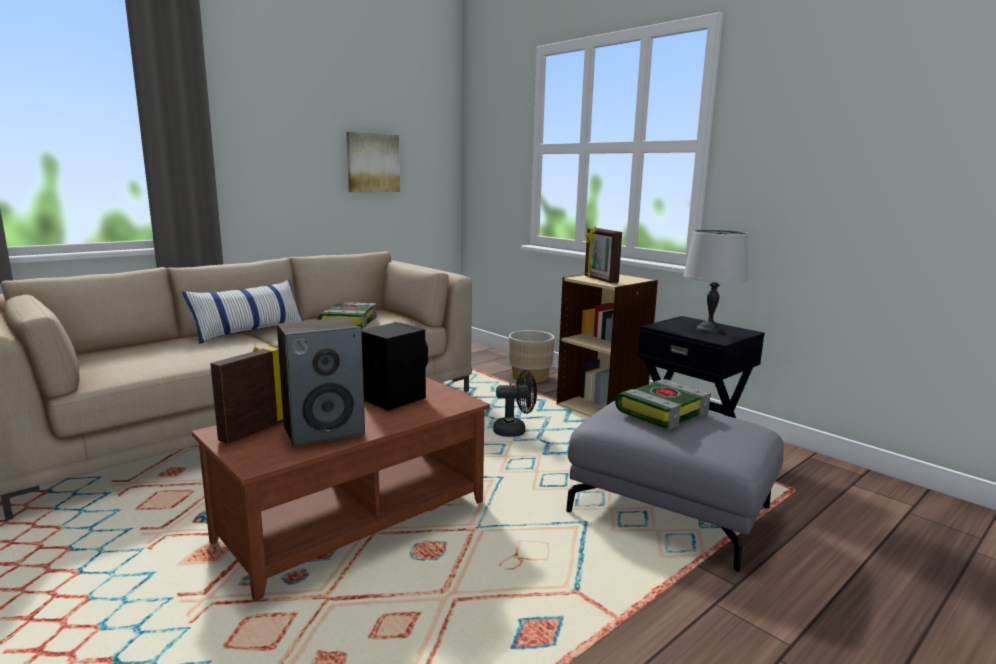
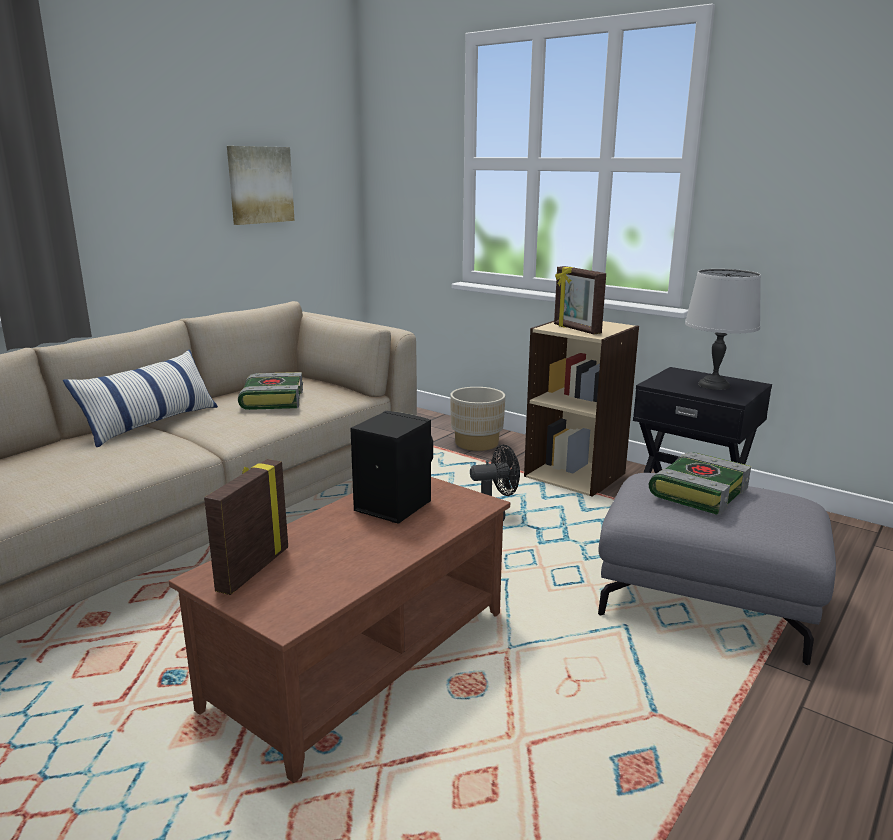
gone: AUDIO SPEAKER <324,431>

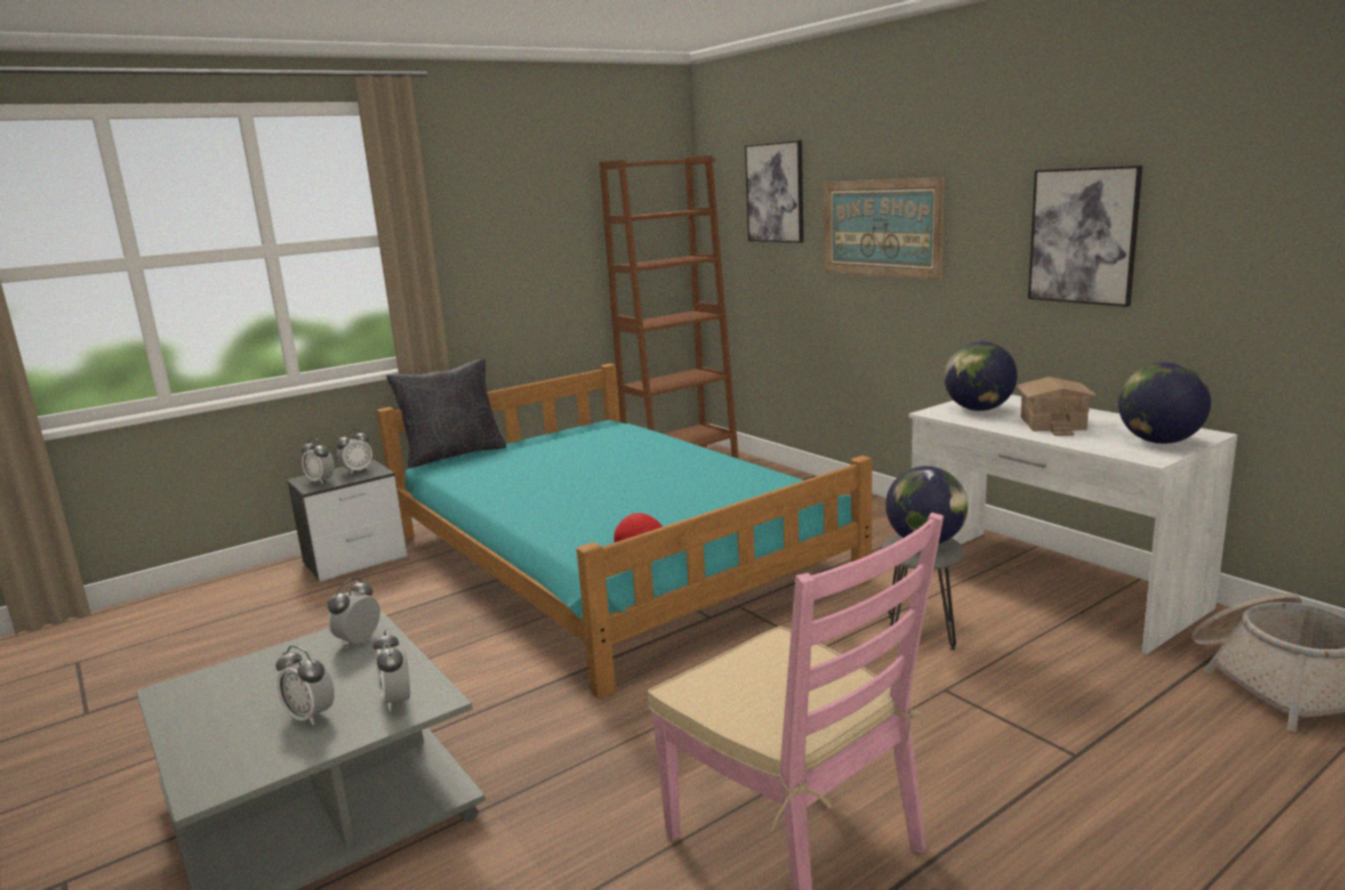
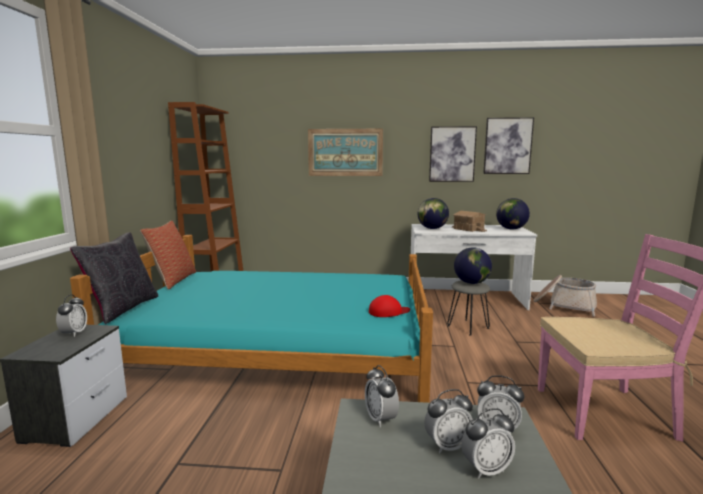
new: CUSHION <173,280>
shifted: ALARM CLOCK <321,481> to <447,446>; WALL ART <775,192> to <507,146>

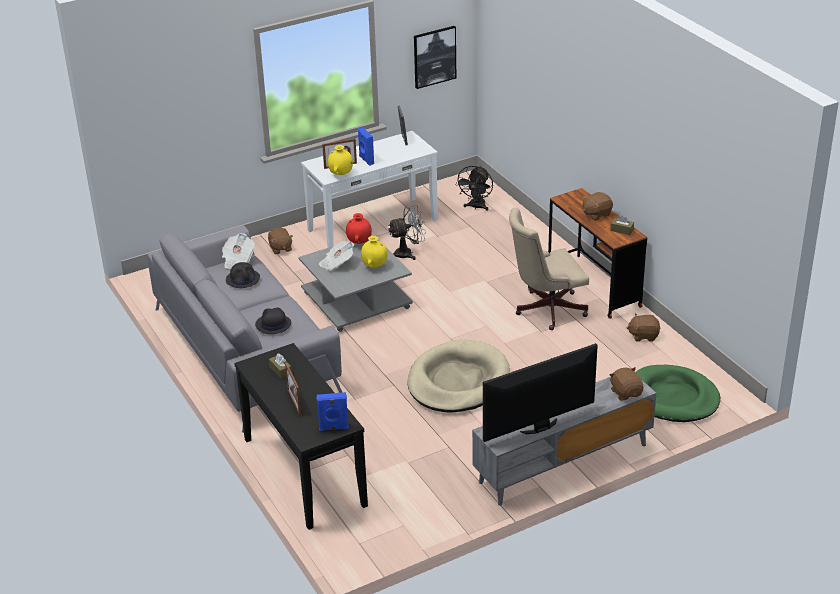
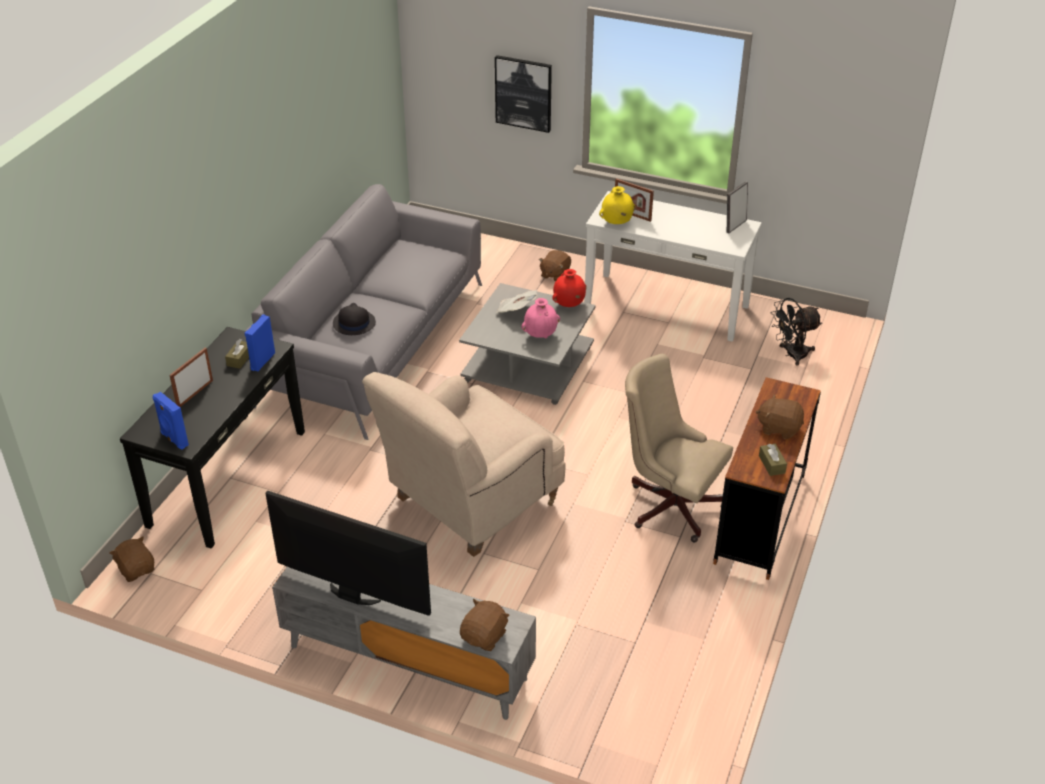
gone: PRINTED PAPER <238,260>; BLACK CLOTHING HAT <243,279>; GREY FAN <408,253>; GREEN DOG CUSHION <673,397>
shifted: BLUE AUDIO SPEAKER <366,160> to <262,361>; WALL ART <434,56> to <523,93>; BROWN PLUSH TOY <643,335> to <137,569>
swapped: SAND-COLOURED DOG CUSHION <458,381> to SAND-COLOURED EASY CHAIR <470,505>
repainted: YELLOW DECORATIVE VASE <374,266> to PINK-COLOURED DECORATIVE VASE <541,335>

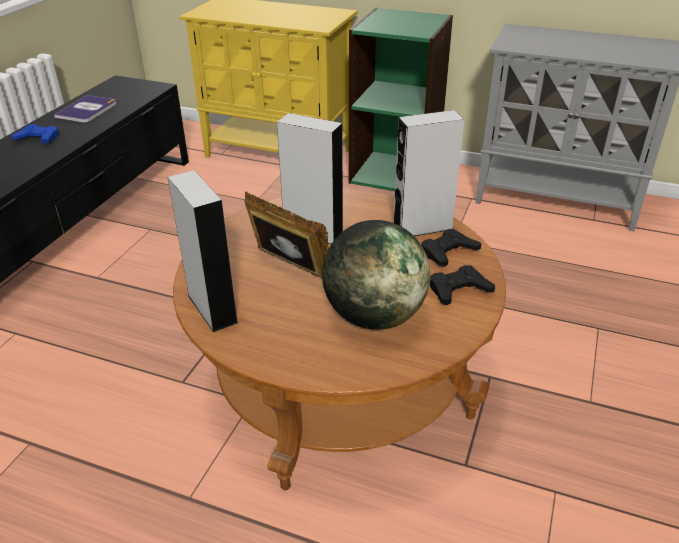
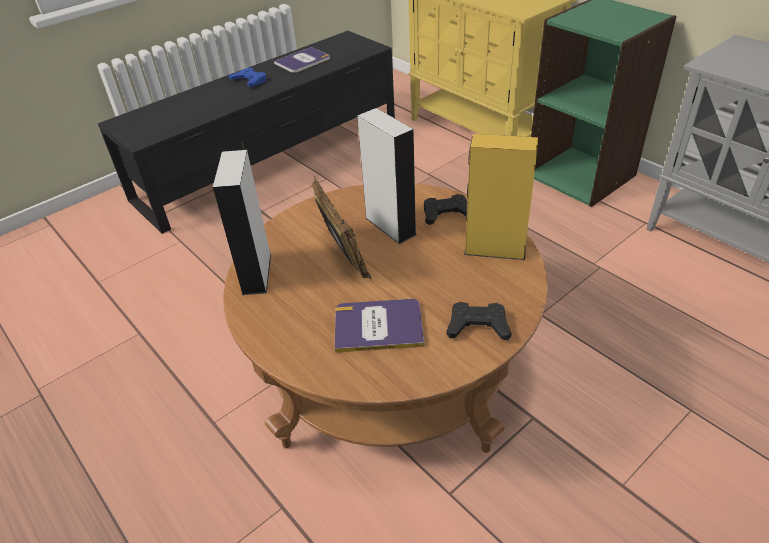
shifted: BLACK GAMEPAD <448,252> to <447,214>
swapped: GLOBE <374,316> to BOUND BOOK <378,326>
repainted: GREY AUDIO SPEAKER <422,228> to YELLOW AUDIO SPEAKER <495,249>

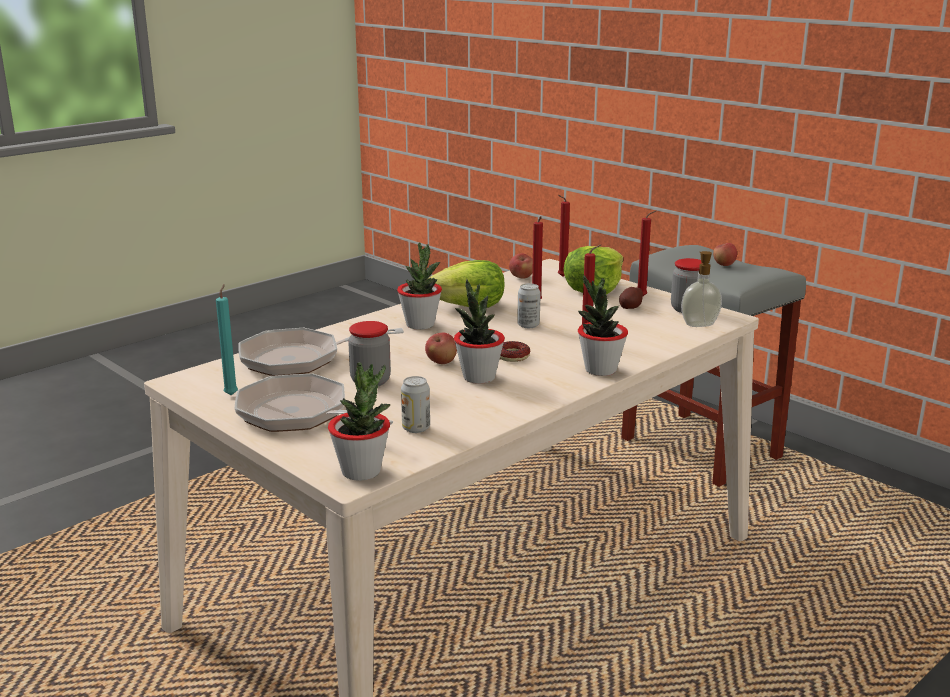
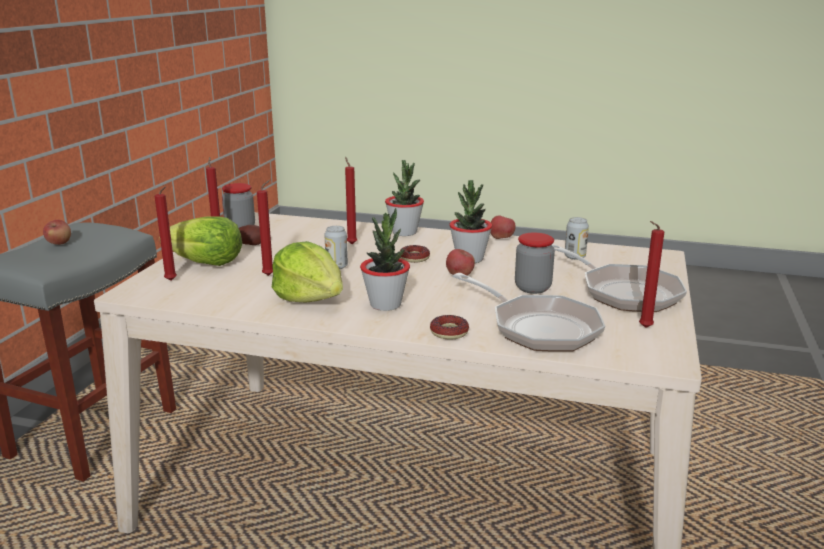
gone: HOUSEPLANT <361,471>; LIQUID SOAP BOTTLE <699,324>
new: RING DOUGHNUT <449,332>
shifted: APPLE FRUIT <521,277> to <501,238>
repainted: BLUE-GREEN CANDLE <232,394> to RED CANDLE <643,328>
rotated: PAN <300,415> = <623,292> 45 degrees counterclockwise

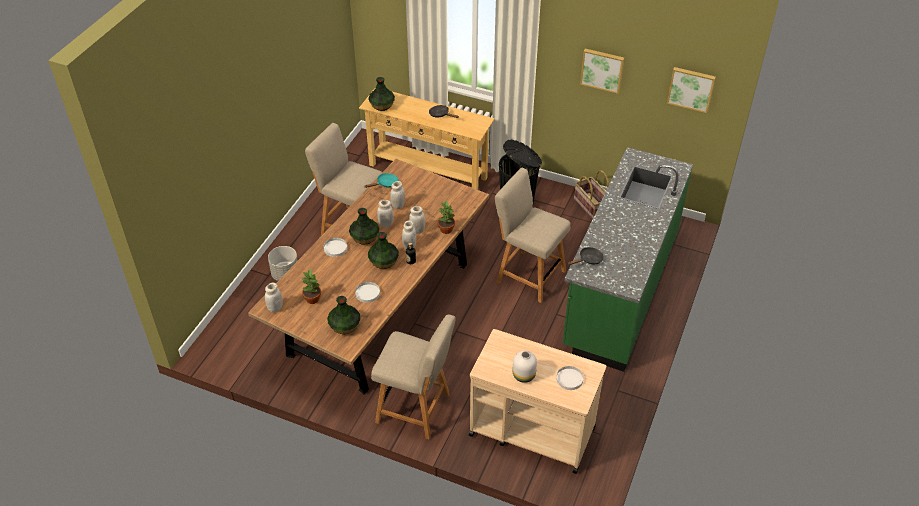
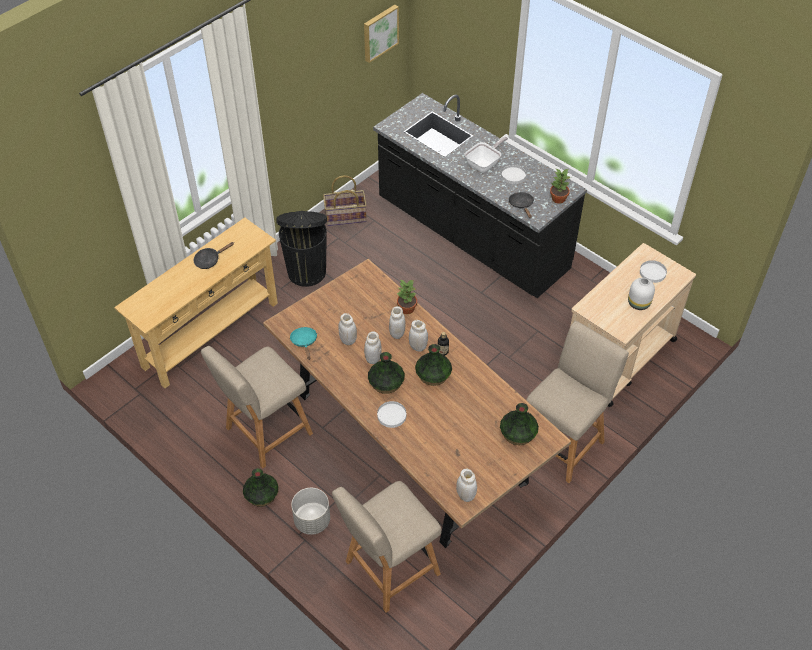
gone: WALL ART <602,69>
new: PAN <485,164>
shifted: HOUSEPLANT <312,298> to <558,198>; WHITE FLAT DISH <367,293> to <513,175>; DECORATIVE VASE <382,105> to <261,495>; SAND-COLOURED CHAIR <528,275> to <388,570>
repainted: GREEN KITCHEN BASE UNIT <619,291> to BLACK KITCHEN BASE UNIT <471,236>

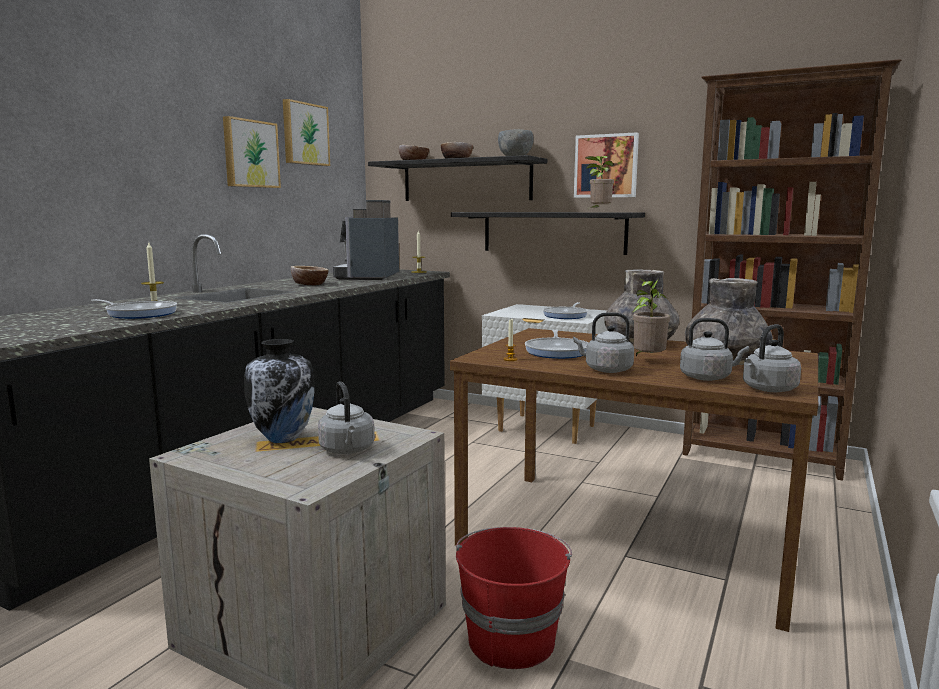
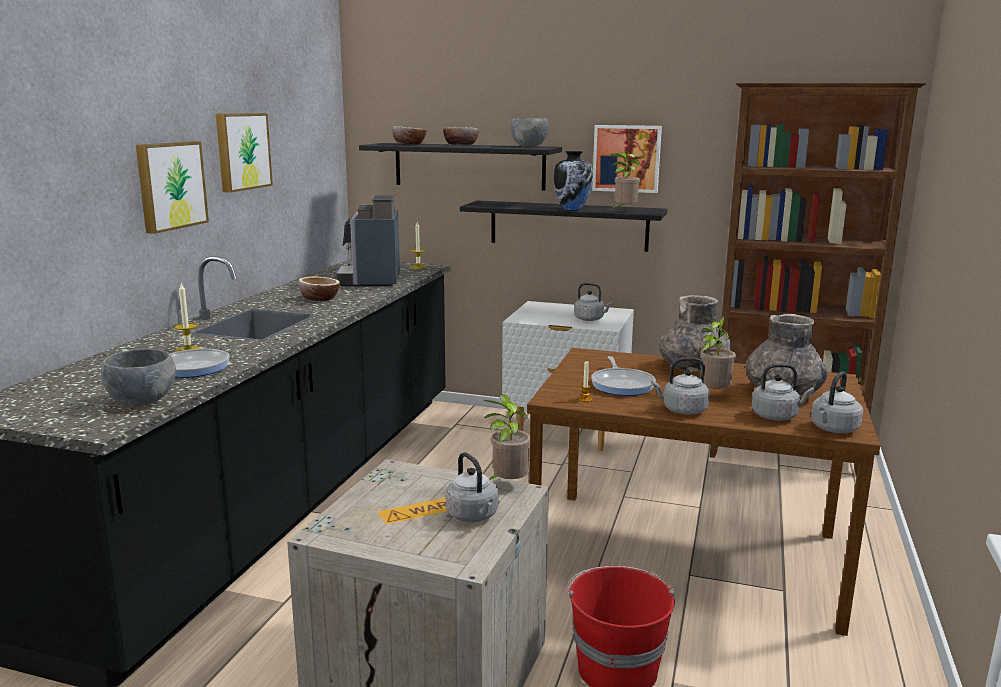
new: GREY SERVING BOWL <142,401>; HOUSEPLANT <507,484>
shifted: DECORATIVE VASE <284,438> to <572,209>; WALL ART <304,134> to <170,185>
swapped: PAN <566,315> to GREY WATER KETTLE <590,319>

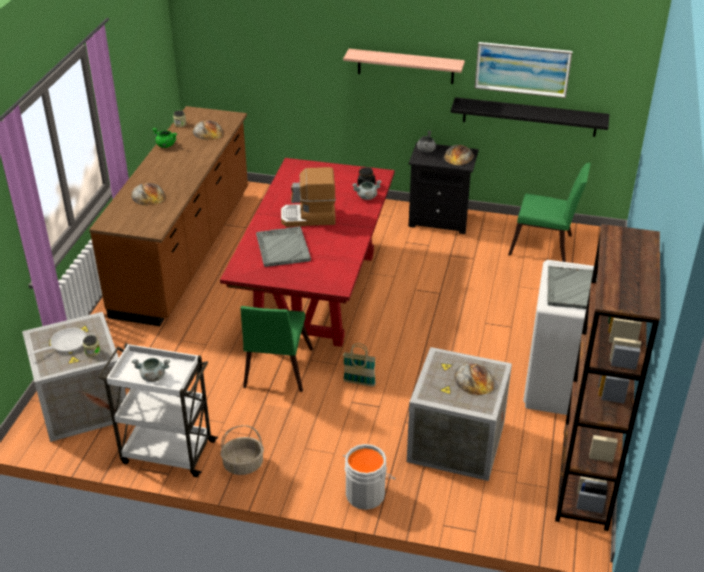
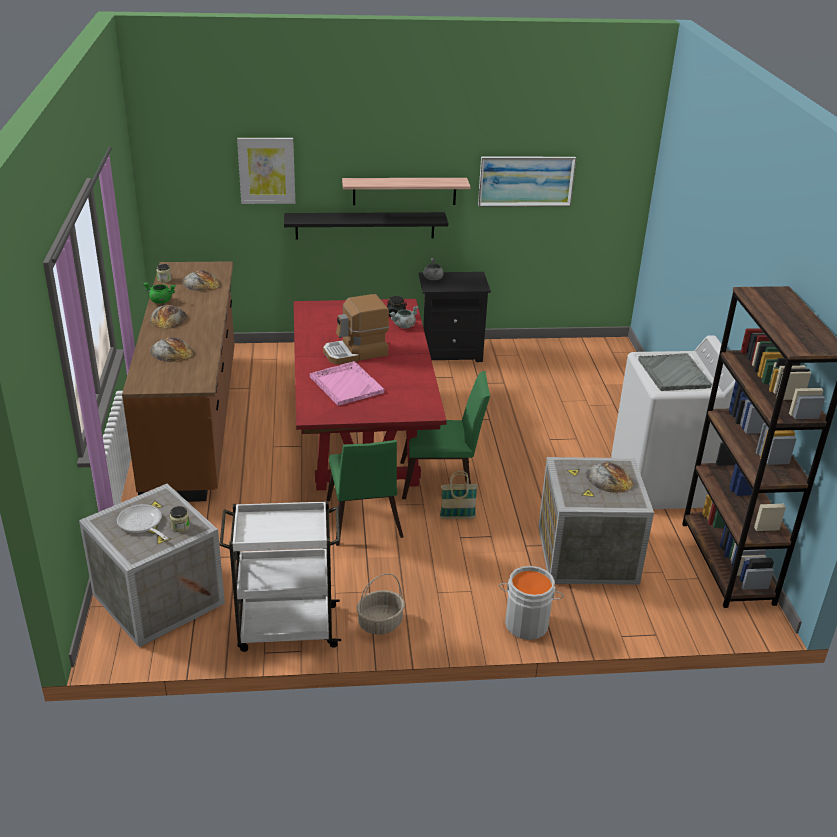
gone: GREY STOCKPOT <153,377>
new: WALL ART <266,170>
shifted: BAKERY BREAD <459,156> to <168,318>; BLACK WALL SHELF <529,117> to <365,225>; GREEN CHAIR <545,247> to <442,481>
repainted: GREY CARRYING TRAY <283,247> to PINK-COLOURED CARRYING TRAY <346,384>
rotated: PAN <65,344> = <142,524> 75 degrees counterclockwise

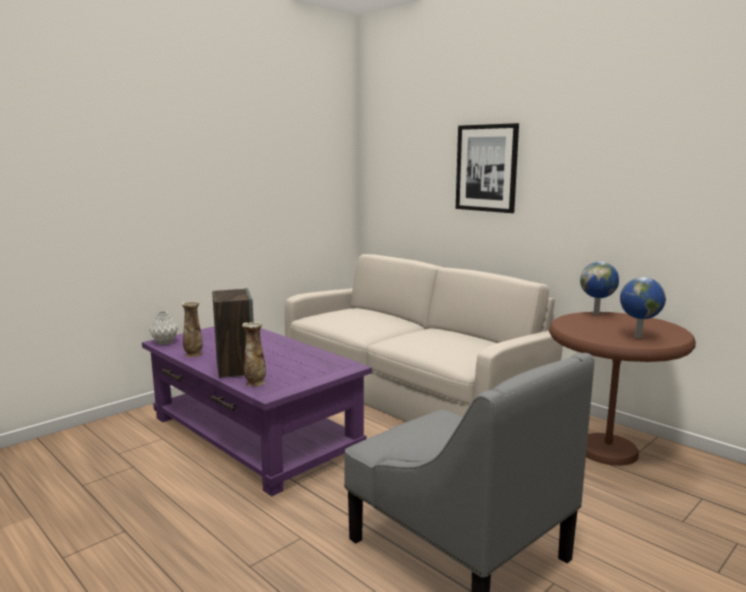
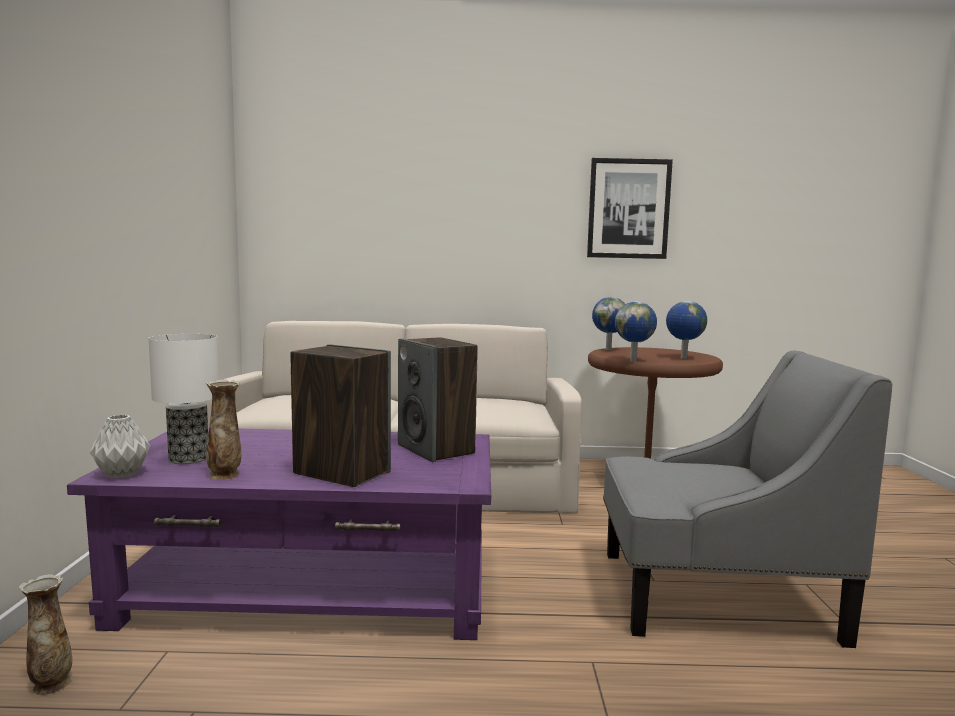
new: TABLETOP LAMP <190,458>; AUDIO SPEAKER <436,449>; GLOBE <634,361>
shifted: DECORATIVE VASE <255,383> to <51,684>; WALL ART <486,168> to <628,209>

